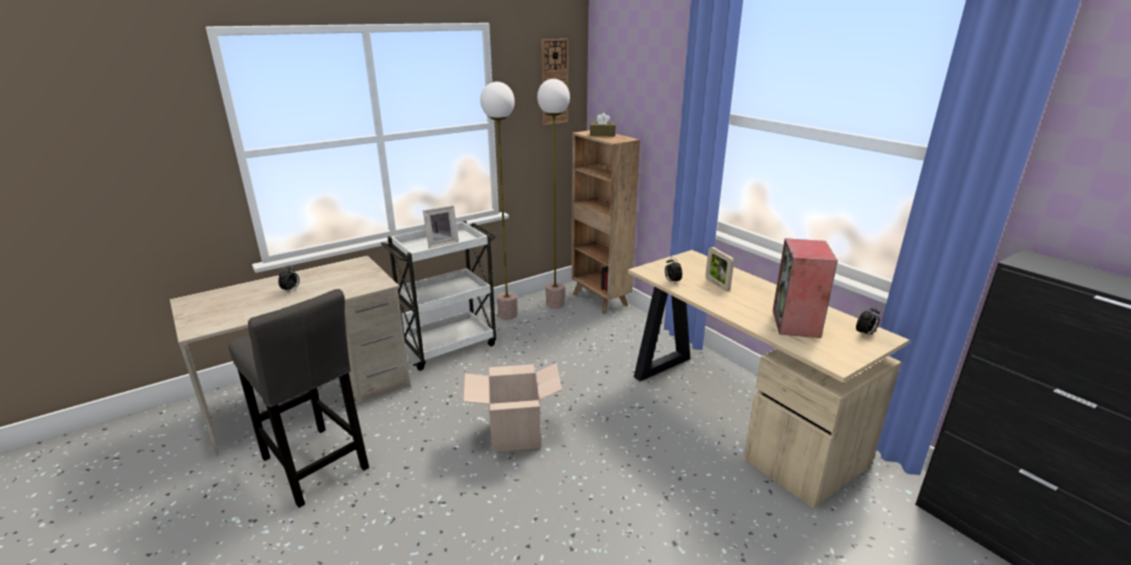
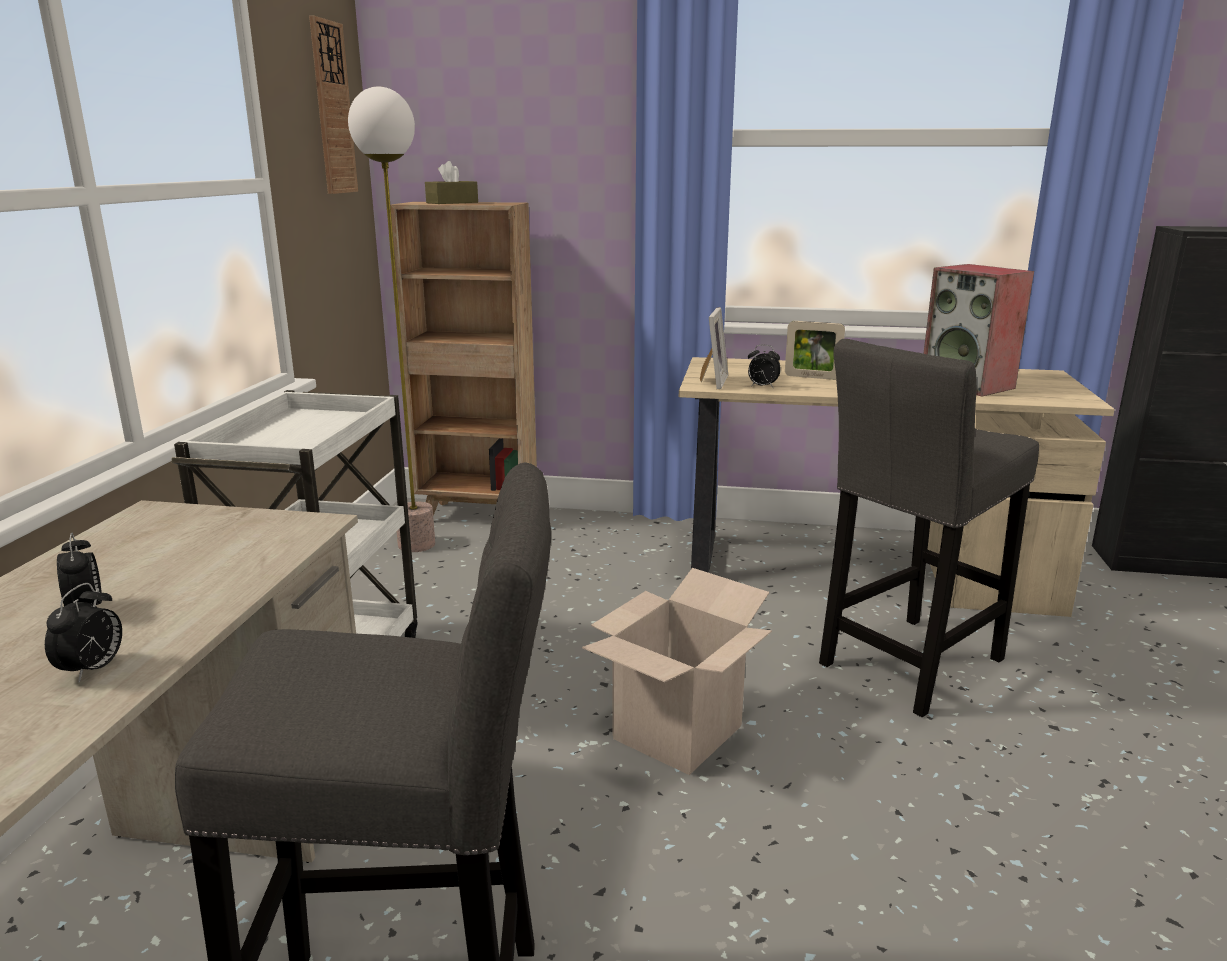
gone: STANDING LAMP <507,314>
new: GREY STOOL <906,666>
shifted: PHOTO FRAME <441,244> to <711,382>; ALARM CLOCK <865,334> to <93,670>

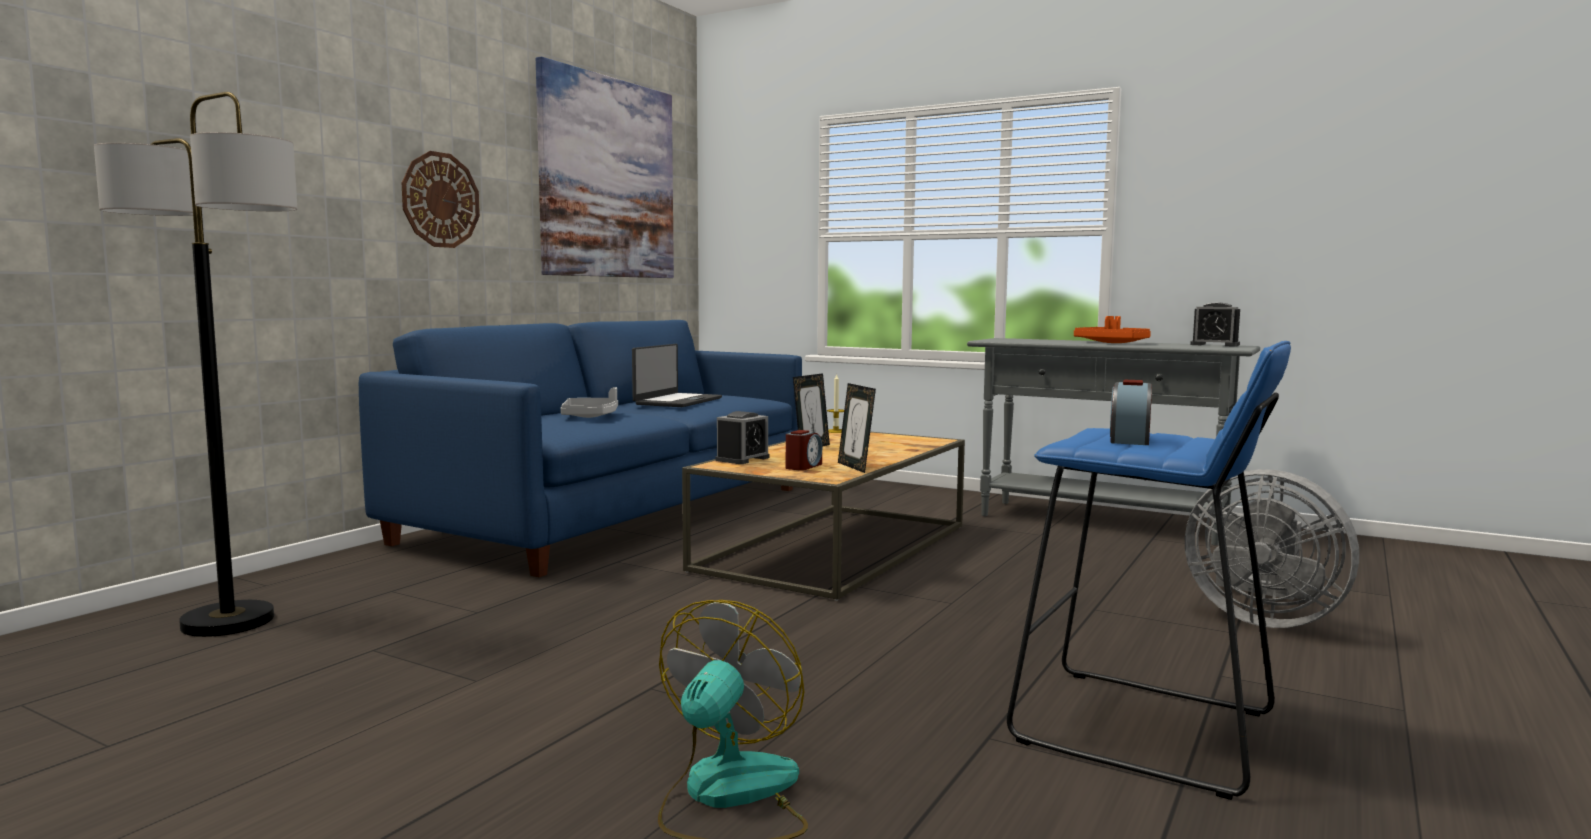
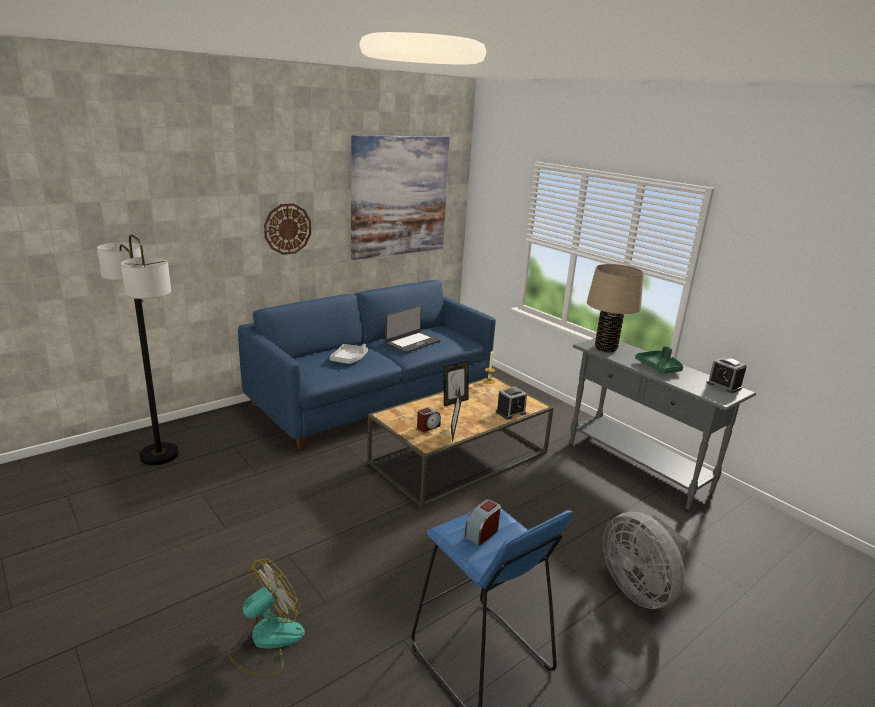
new: SAND-COLOURED TABLETOP LAMP <605,348>
shifted: ALARM CLOCK <742,459> to <510,412>
repainted: ORANGEY CARRYING TRAY <1112,343> to GREEN CARRYING TRAY <659,367>

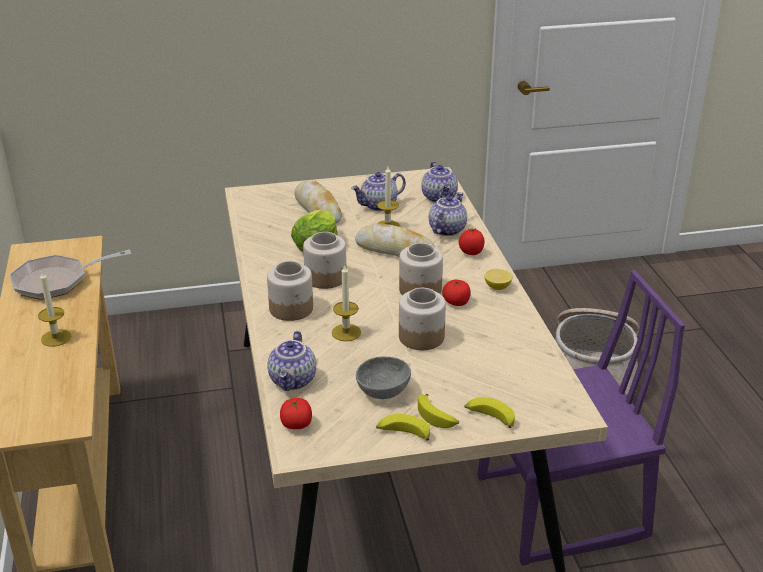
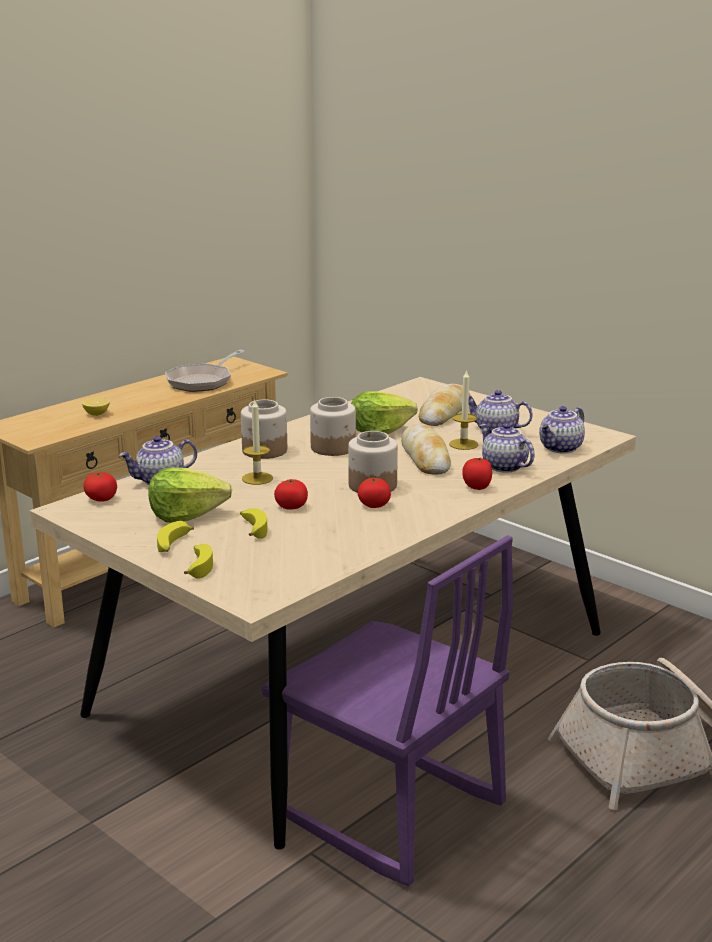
gone: CANDLE <56,338>
shifted: BANANA FRUIT <403,434> to <252,529>; LEMON <497,287> to <96,414>
swapped: GREY SERVING BOWL <382,391> to LETTUCE <186,514>; JAR <420,337> to FRESH TOMATO <291,506>
rotated: PAN <57,281> = <202,381> 90 degrees counterclockwise; POT FOR TEA <446,229> = <503,467> 120 degrees counterclockwise

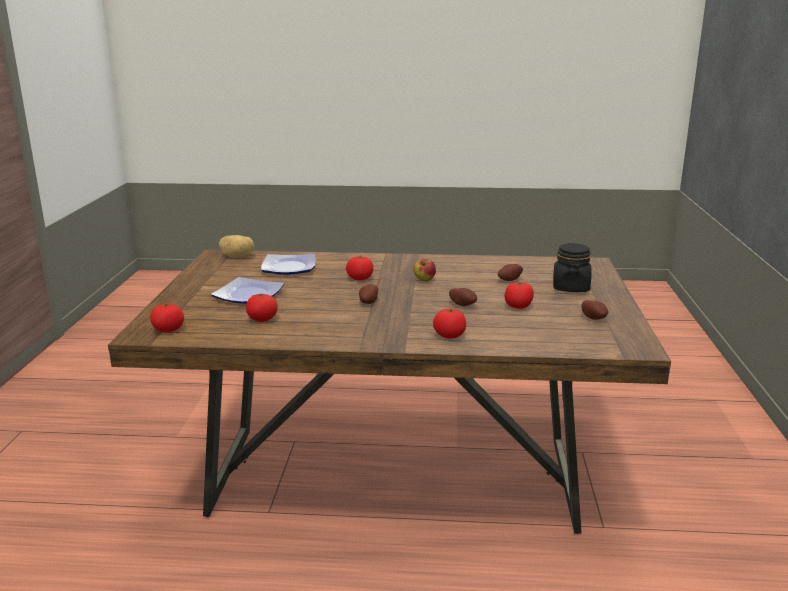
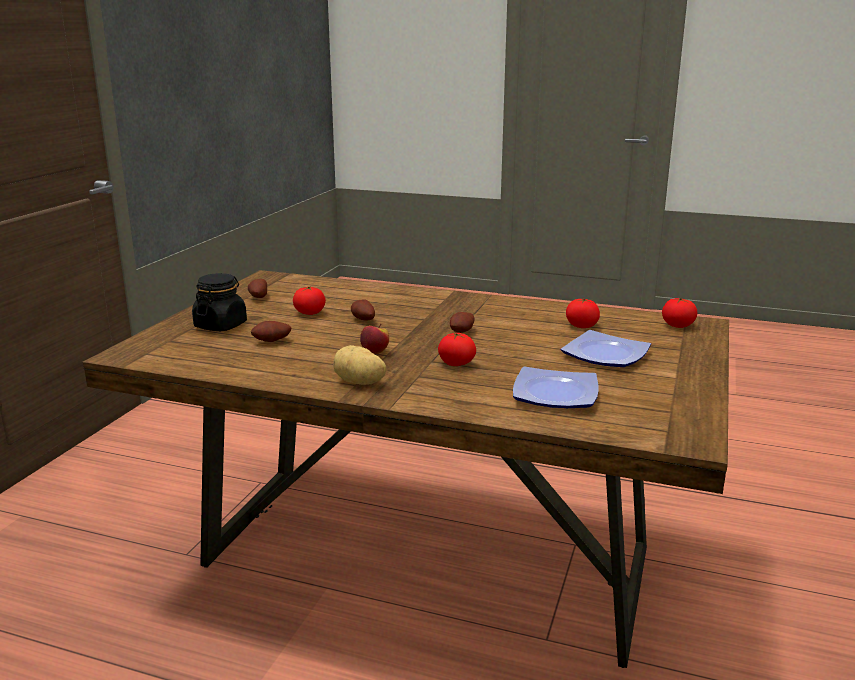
gone: FRESH TOMATO <449,336>
shifted: WHOLE POTATO <238,256> to <359,382>

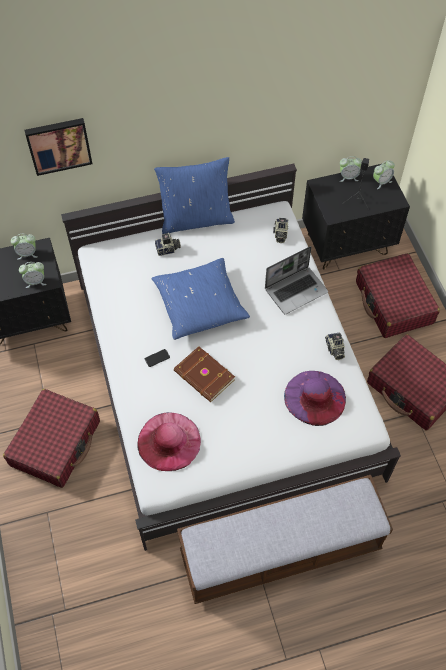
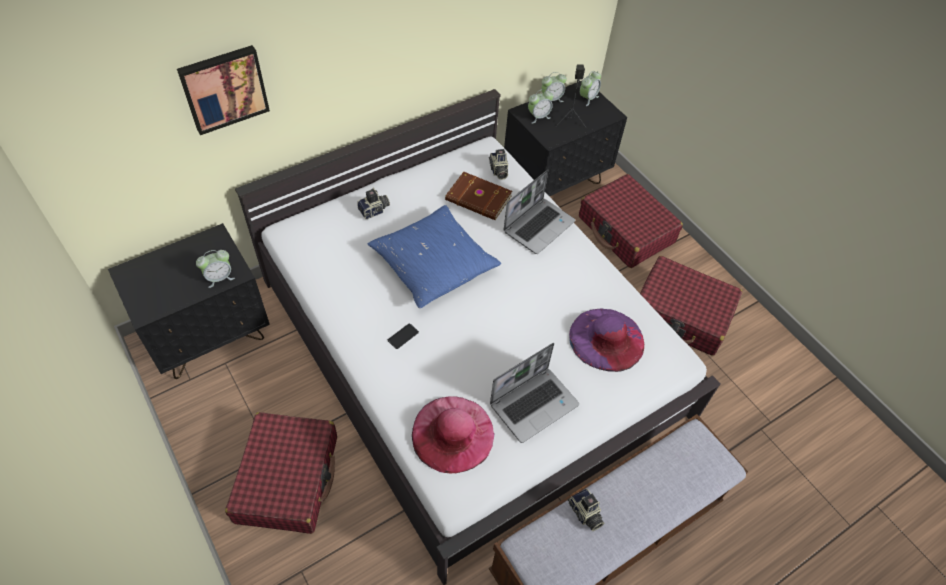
gone: BLUE CUSHION <196,219>
new: LAPTOP <534,404>
shifted: ALARM CLOCK <27,253> to <538,117>; BROWN BOUND BOOK <204,376> to <478,199>; STILL CAMERA <334,349> to <584,514>

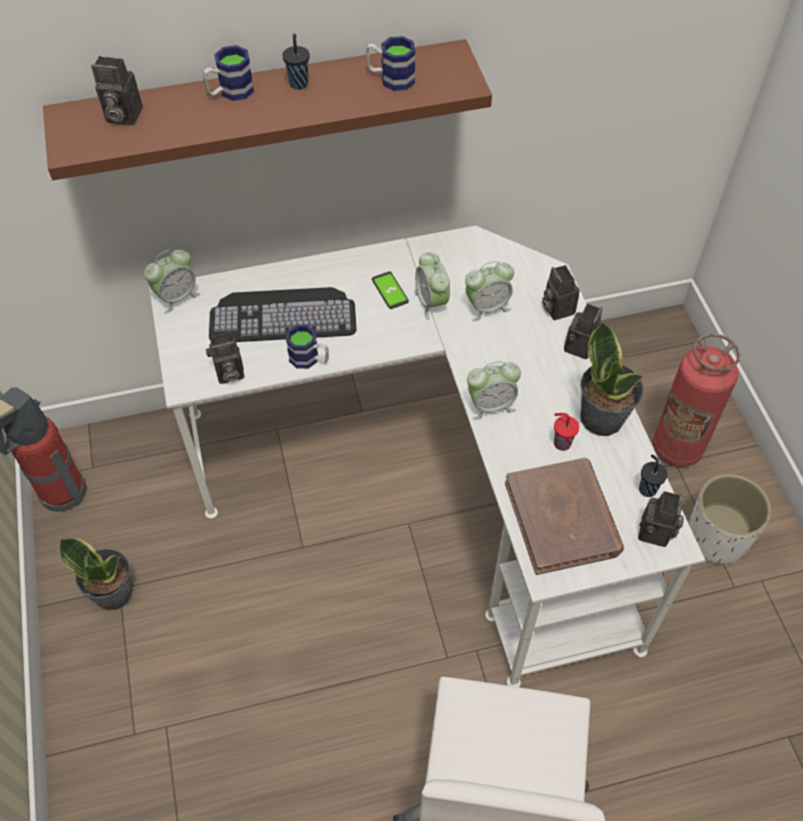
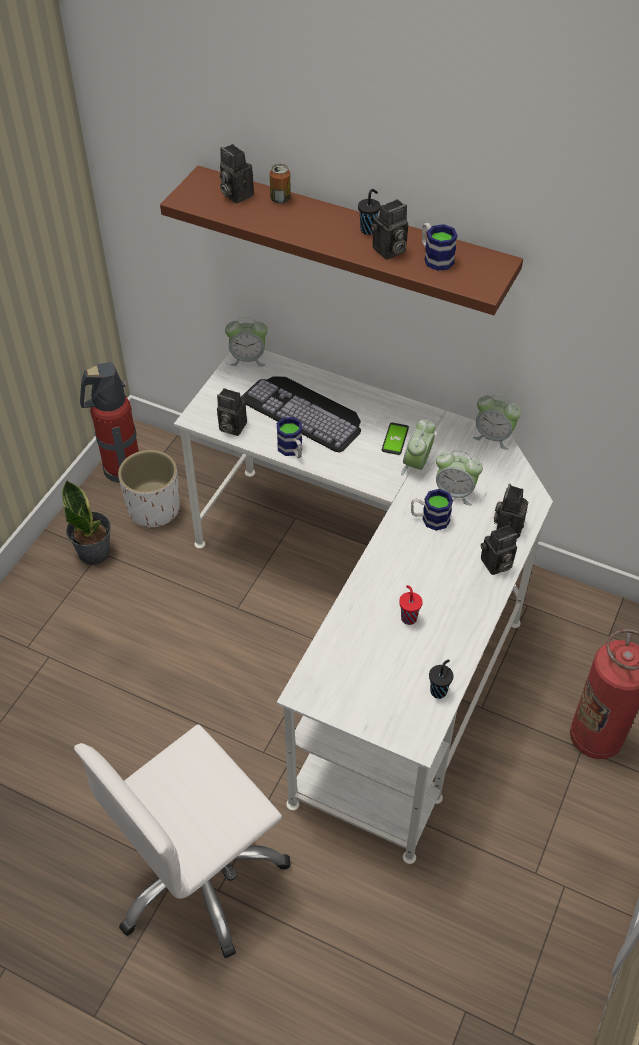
gone: BROWN BOUND BOOK <562,518>; HOUSEPLANT <602,417>
new: CAN <280,199>
shifted: COFFEE MUG <230,92> to <429,519>; ALARM CLOCK <490,405> to <493,437>; STILL CAMERA <656,534> to <389,251>; WHITE PLANT POT <716,537> to <154,509>

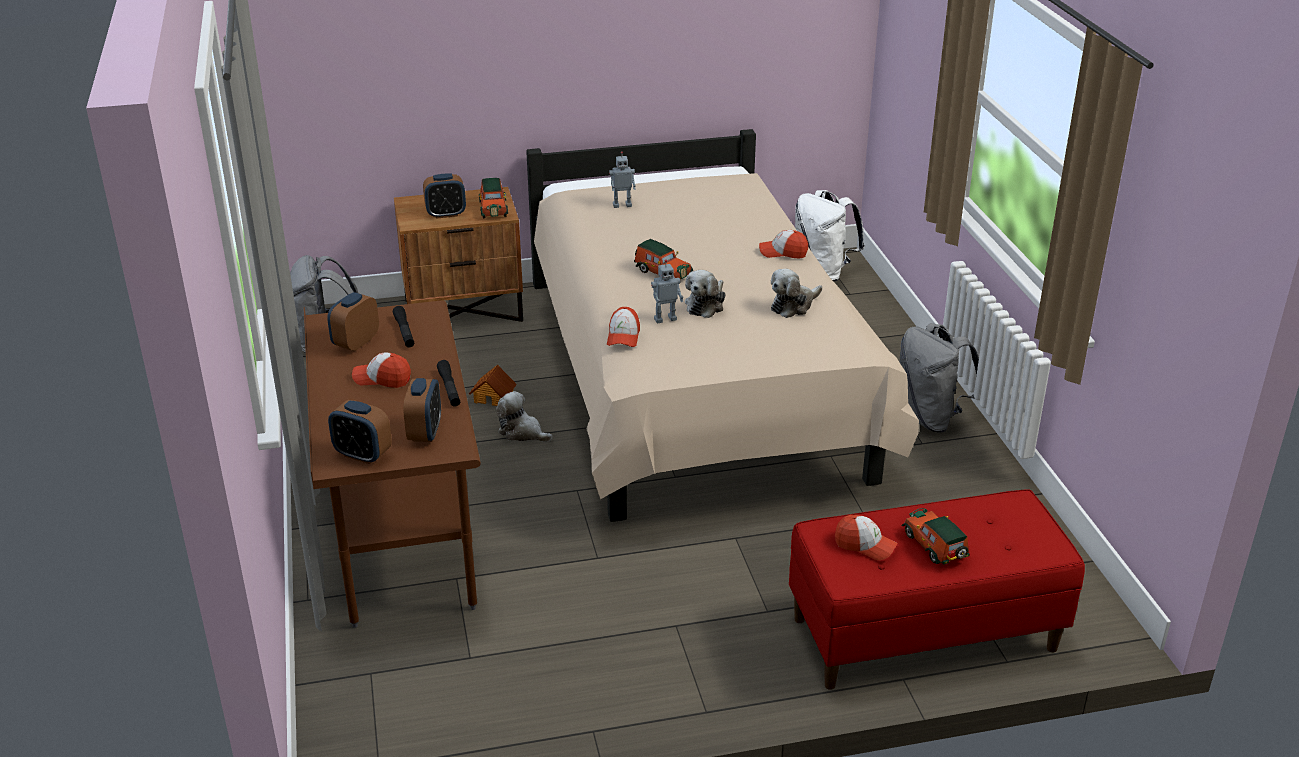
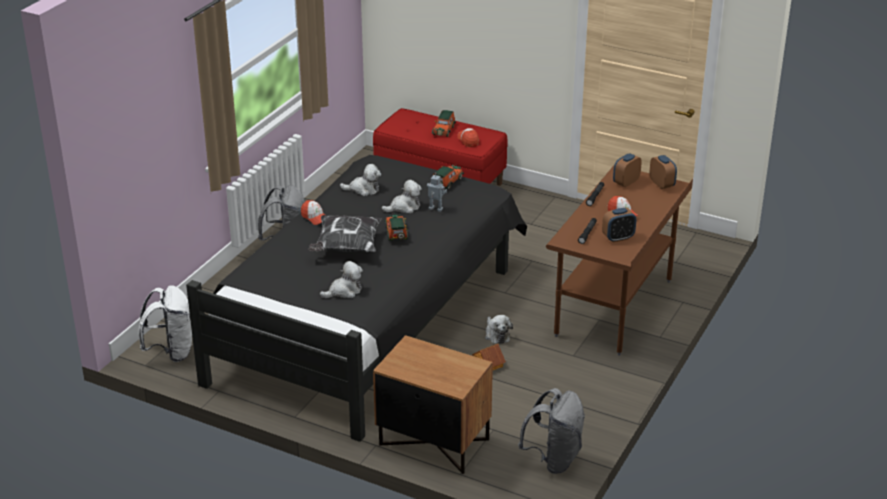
gone: ALARM CLOCK <446,214>; BASEBALL CAP <623,336>
new: CUSHION <346,247>
shifted: MINIATURE CAR <493,208> to <446,183>
swapped: MODEL ROBOT <622,205> to PLUSH TOY <344,291>
repainted: SAND-COLOURED BED <693,383> to BLACK BED <368,318>

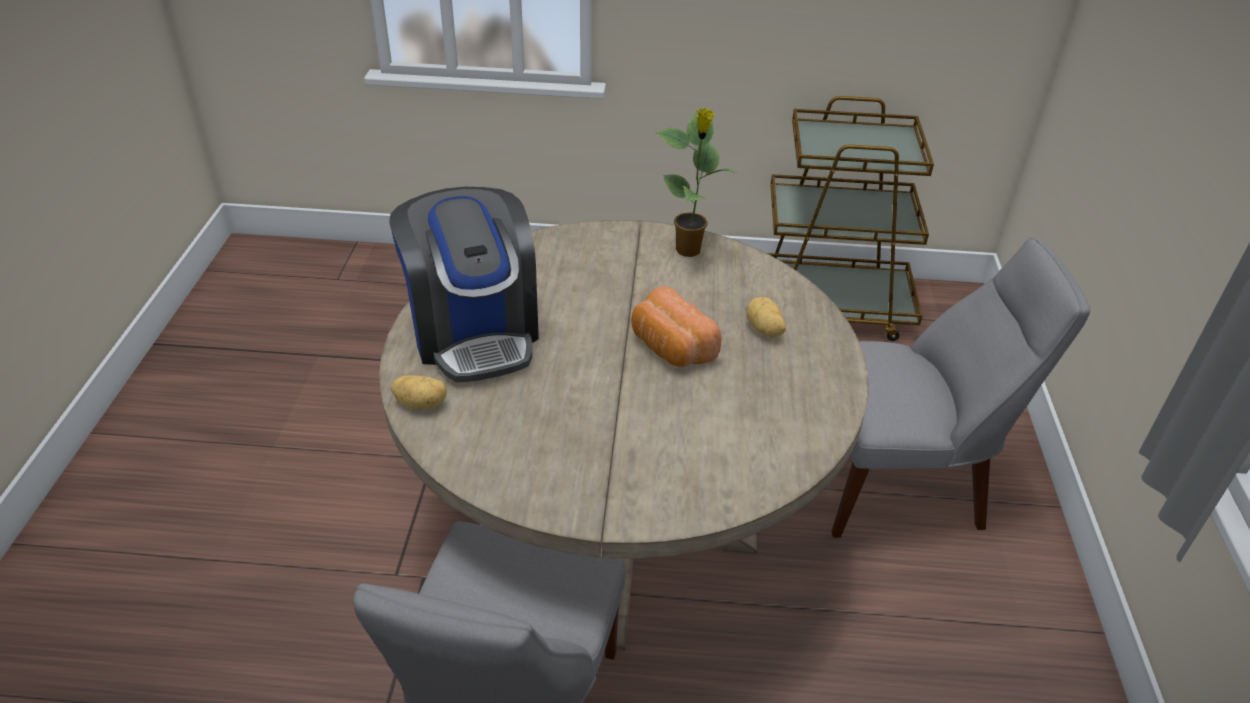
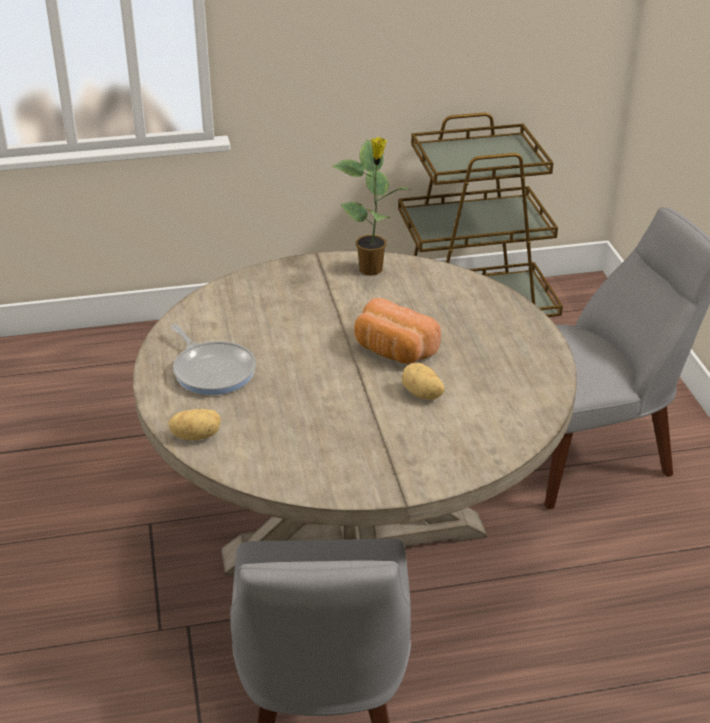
shifted: WHOLE POTATO <764,330> to <422,394>
swapped: COFFEE MAKER <474,332> to PAN <212,370>

